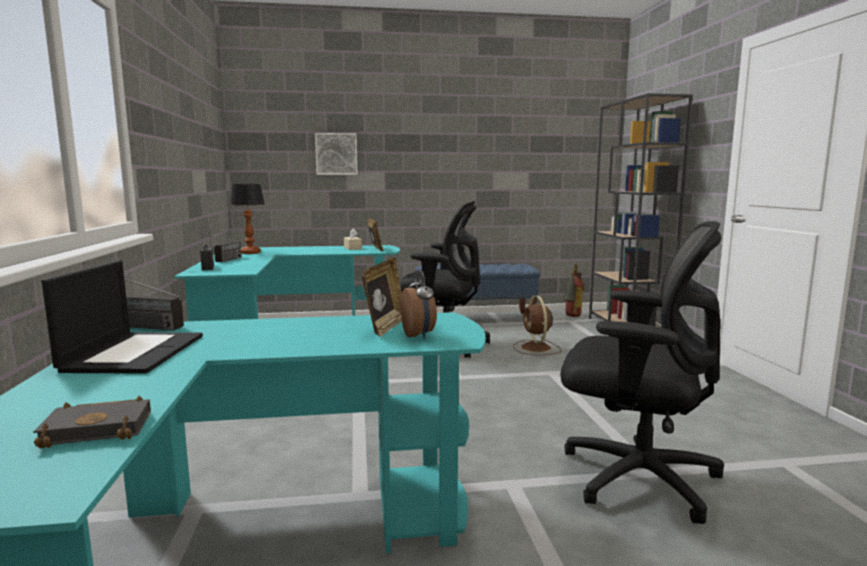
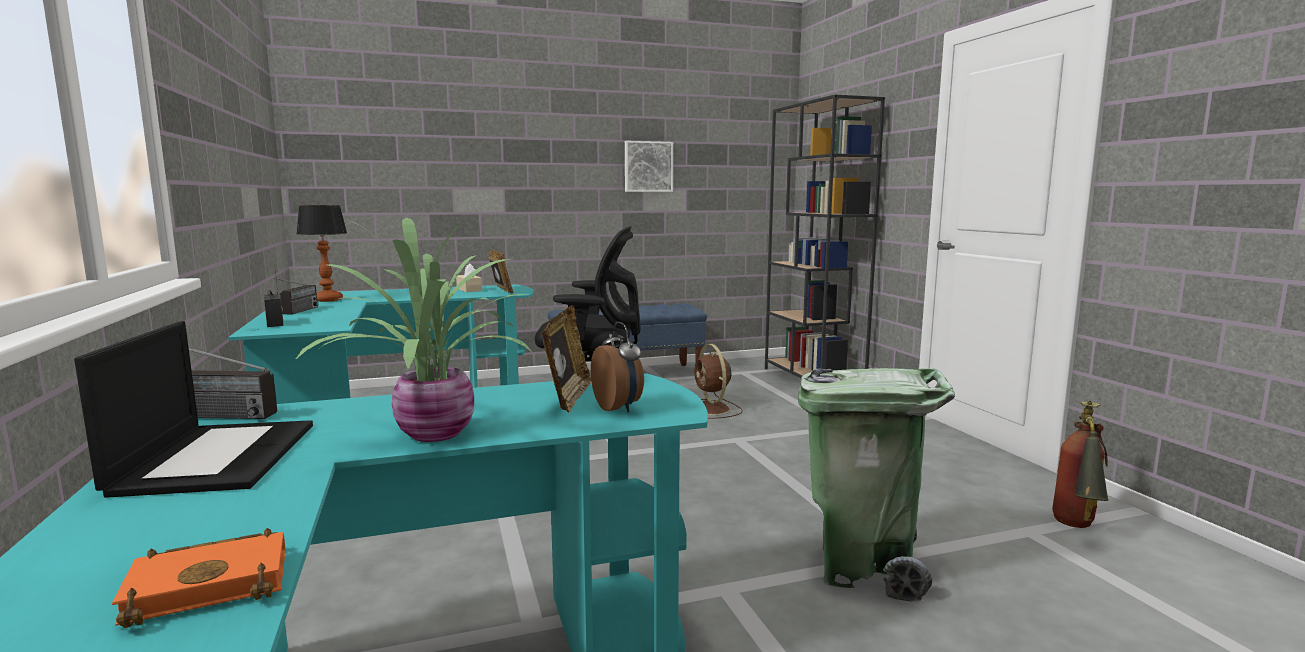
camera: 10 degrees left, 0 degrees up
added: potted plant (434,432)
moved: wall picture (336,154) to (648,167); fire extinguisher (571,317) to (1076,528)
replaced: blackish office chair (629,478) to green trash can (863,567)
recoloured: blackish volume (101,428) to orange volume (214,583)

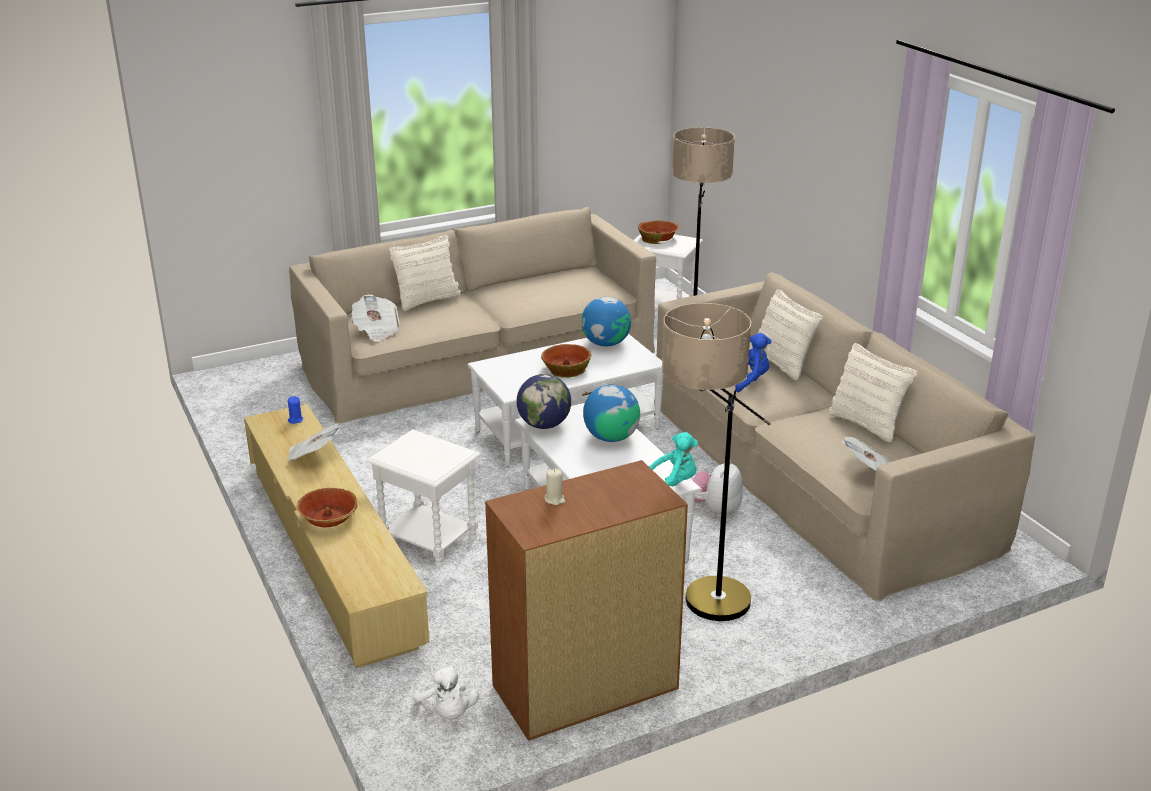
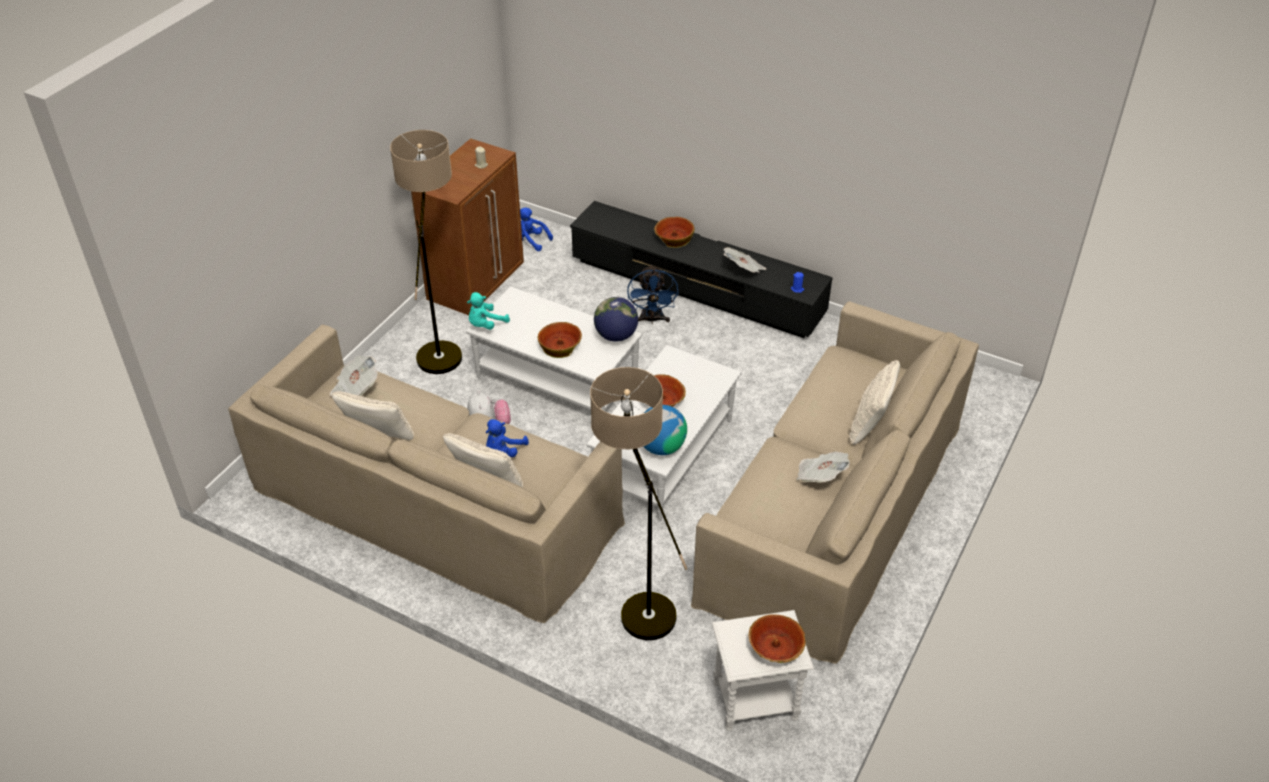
camera: 145 degrees right, 15 degrees up
moved: newspaper (376,330) to (820,476)
replaced: world globe (611,437) to deep dish (560,346); white end table (428,540) to blue-coloured cooling fan (652,320)
recoloured: white soft toy (447,714) to blue-coloured soft toy (531,241); sand-coloured tv unit (331,552) to blackish tv unit (696,288)

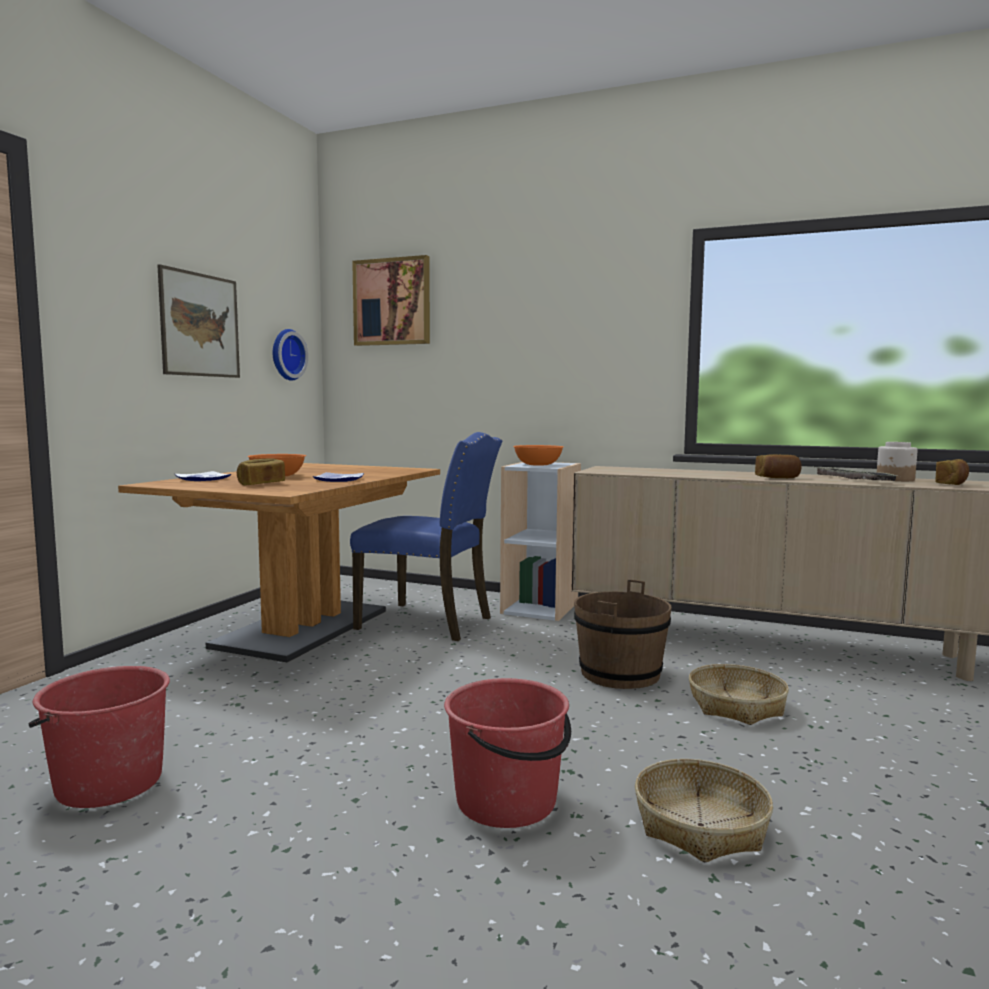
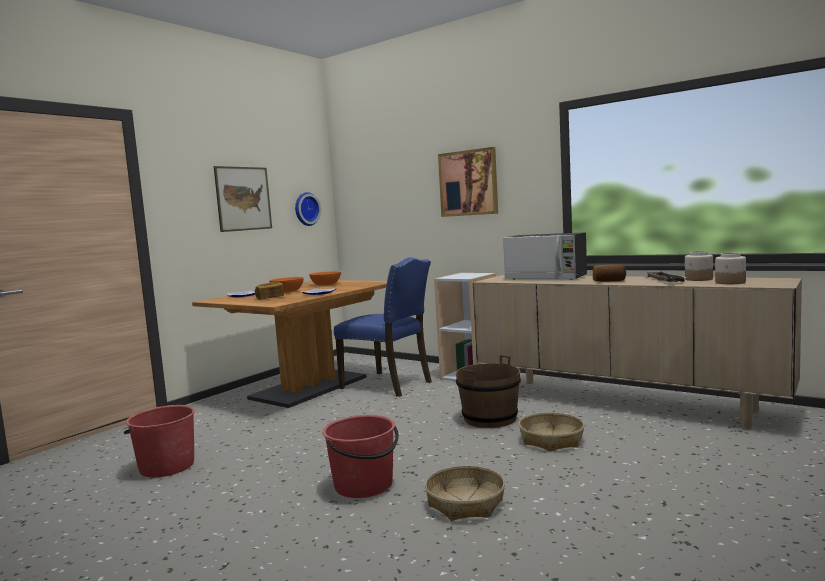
camera: 15 degrees right, 0 degrees up
added: kitchen microwave (546,278)
moved: orange deep dish (538,465) to (326,285); wall picture (392,302) to (468,183)
replaced: bread (950,484) to preserve jar (730,282)

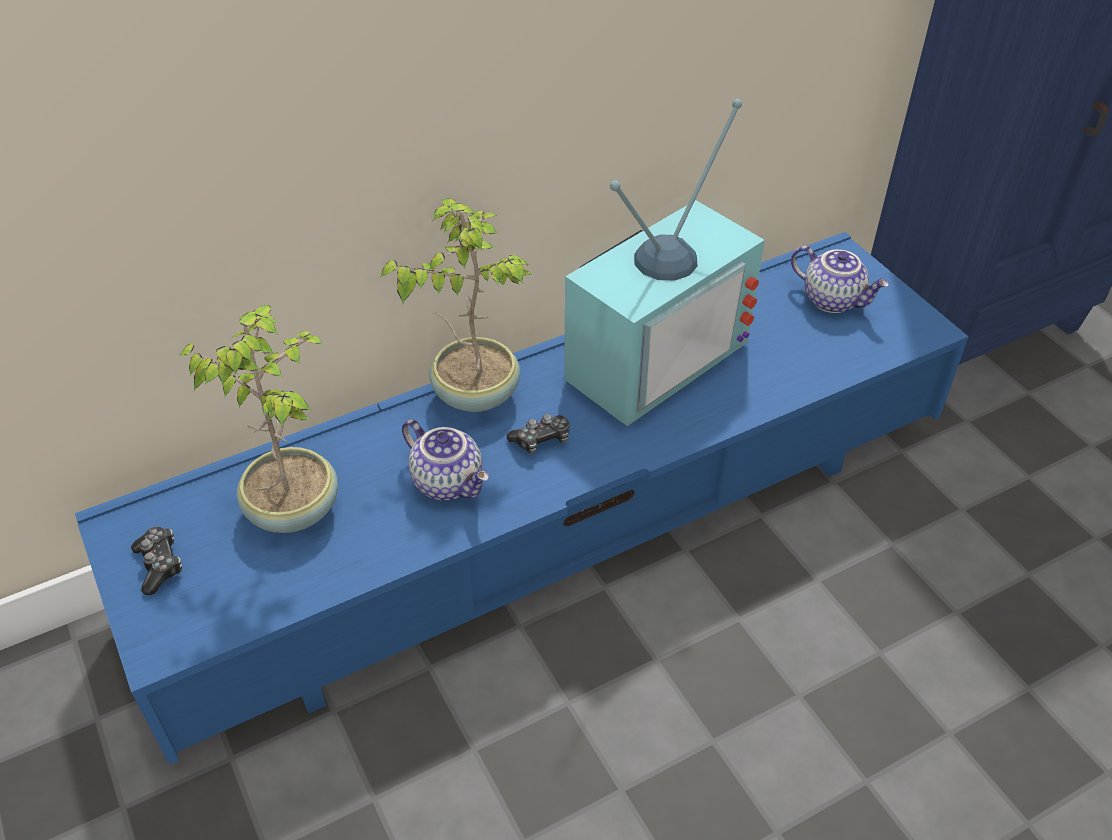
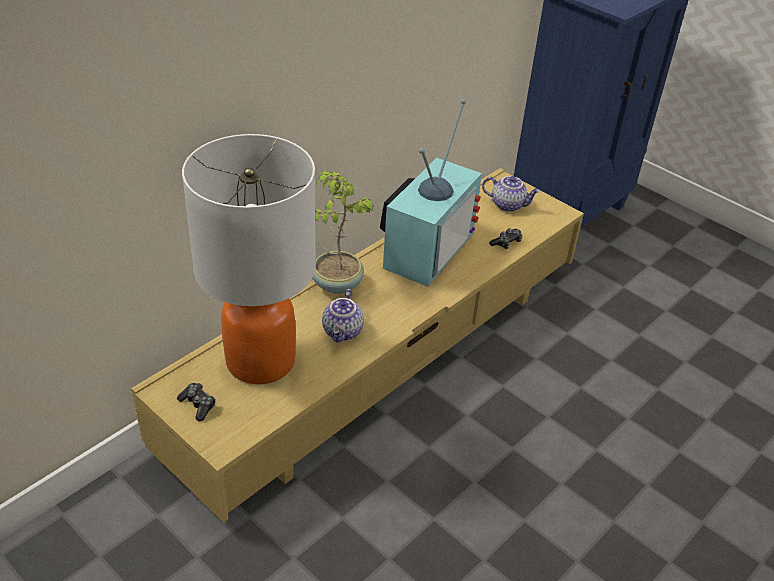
camera: 20 degrees left, 5 degrees down
moved: game controller (541,440) to (506,243)
replaced: potted plant (293,507) to tabletop lamp (261,361)
recoloured: blue-coloured tv unit (554,518) to sand-coloured tv unit (381,354)
turned: pot for tea (449,482) = (343,332) 75 degrees clockwise

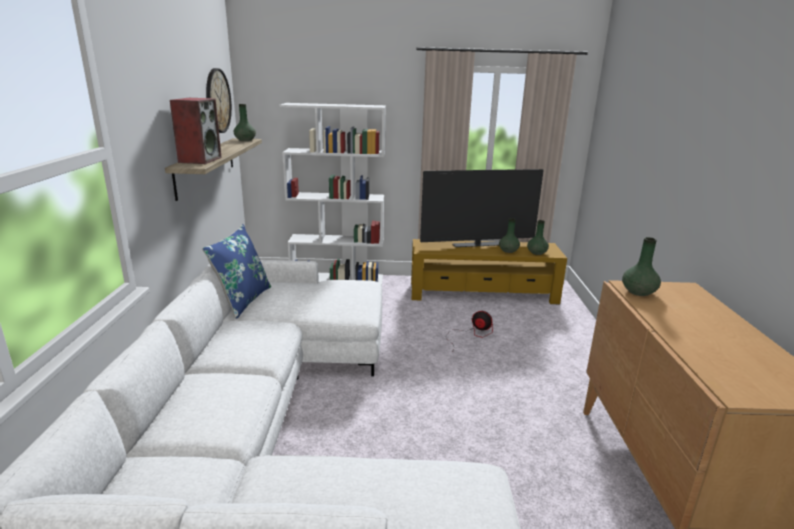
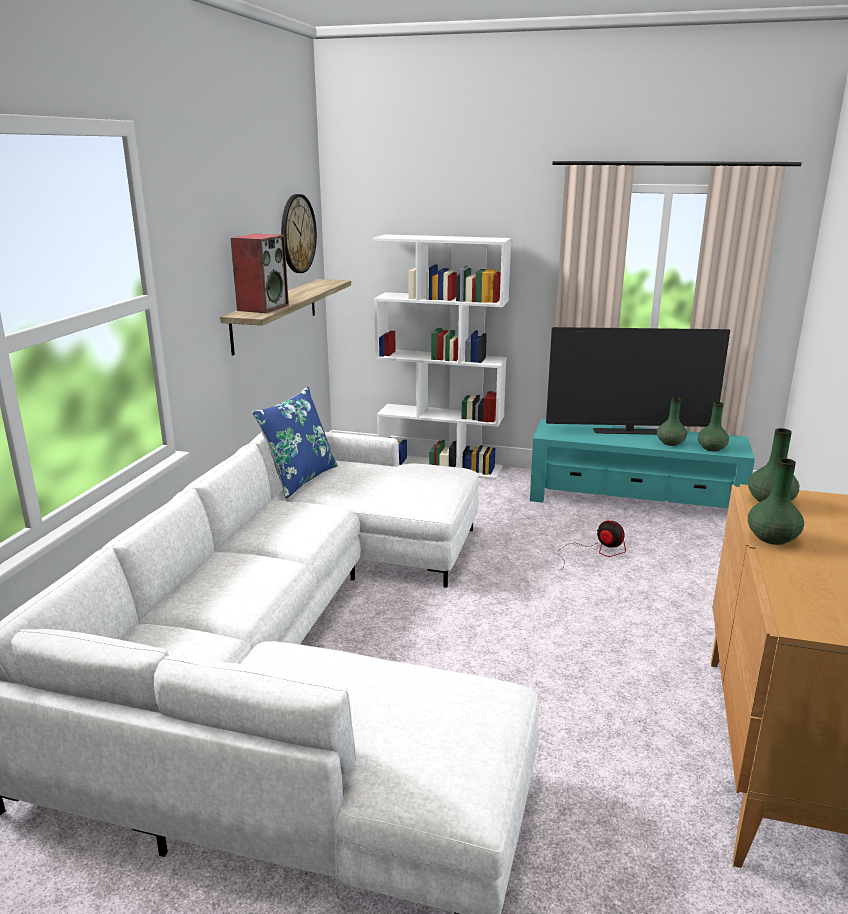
camera: 15 degrees right, 0 degrees up
moved: green flower vase (245,140) to (772,538)
recoloured: yellowish tv unit (483,292) to turquoise tv unit (634,499)

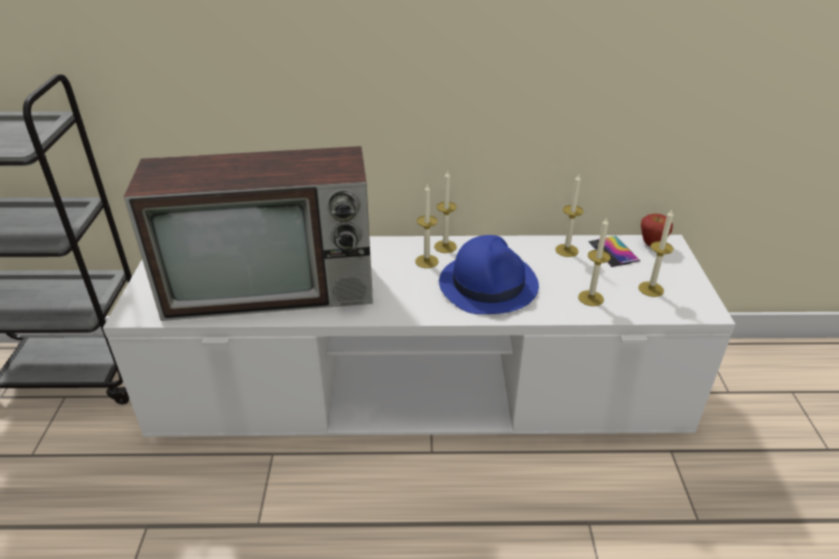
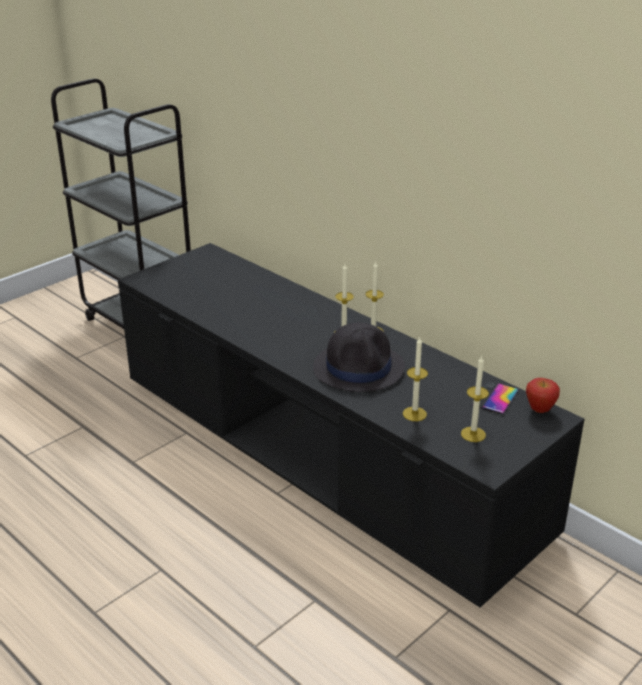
camera: 45 degrees right, 5 degrees down
removed: TV (274,288); candle (566,250)
recoloured: white tv unit (419,390) to blackish tv unit (323,454); blue-coloured hat (488,284) to blackish hat (359,368)

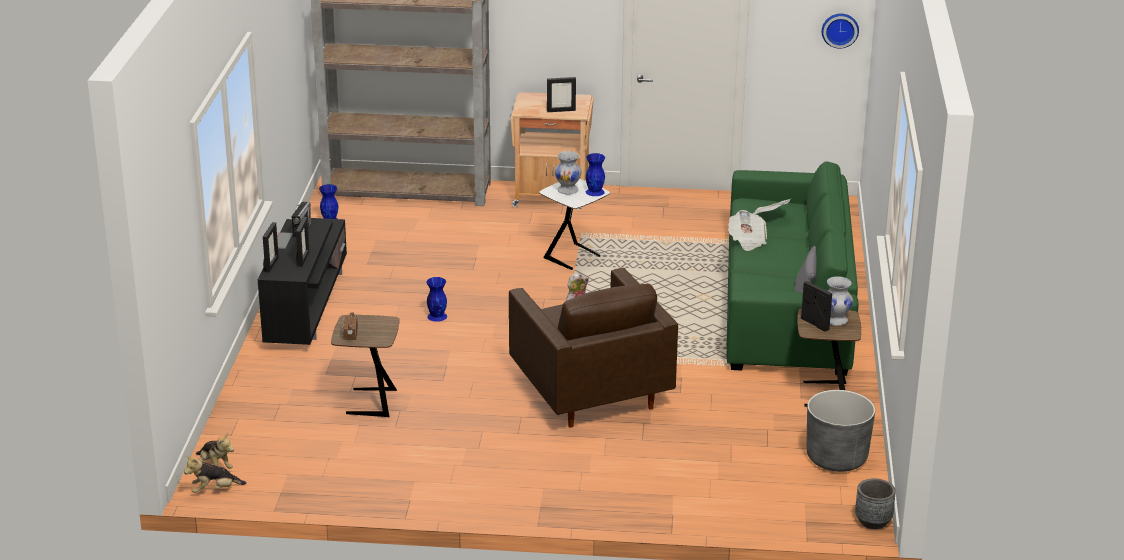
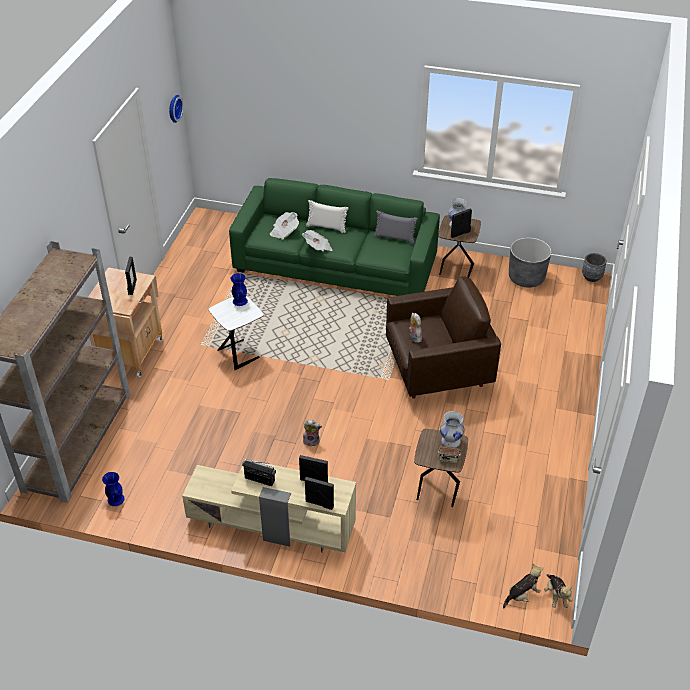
camera: 80 degrees left, 15 degrees up
added: white cushion (327,227)
moved: white flower vase (568,190) to (450,441)
replaced: blue-coloured flower vase (437,316) to soft toy (312,441)
recoloured: blackish tv unit (307,304) to sand-coloured tv unit (270,523)

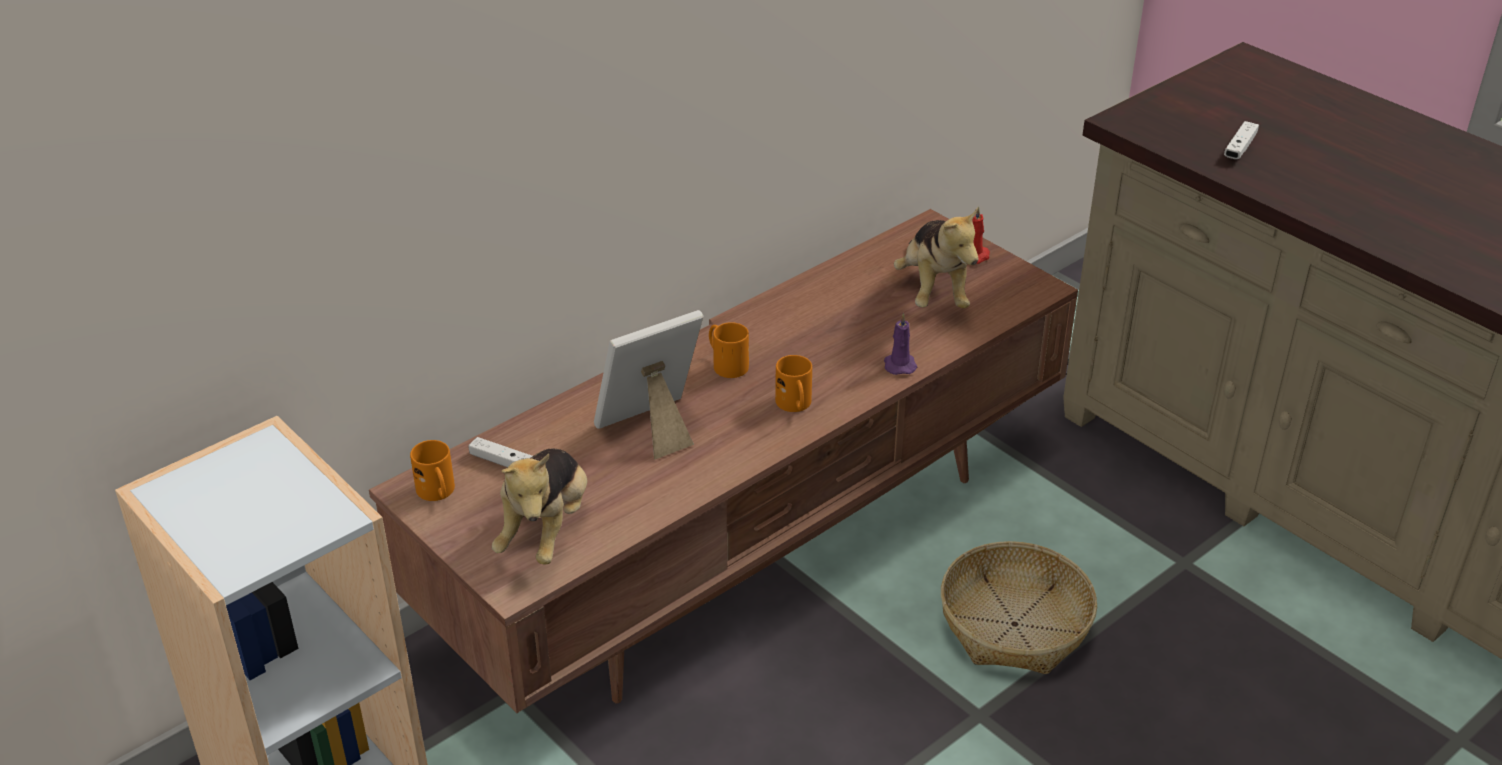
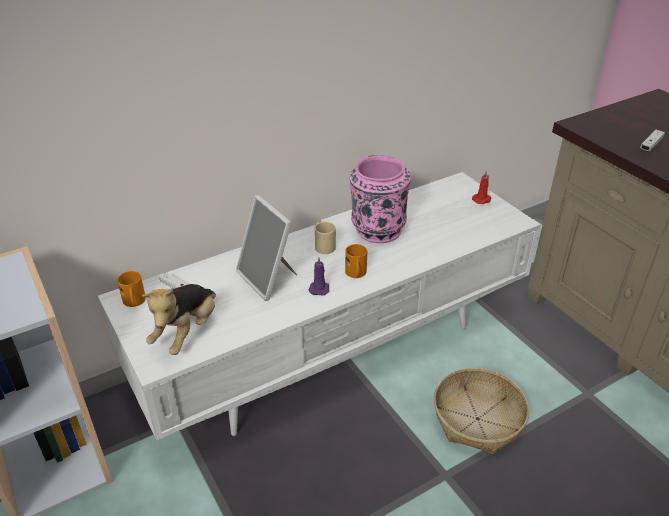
camera: 10 degrees right, 0 degrees up
removed: soft toy (934,291)
added: pink-coloured flower vase (377,230)
moved: purplish candle (899,364) to (319,288)
recoloured: brown tv unit (749,540) to white tv unit (333,347); orange coffee mug (725,364) to sand-coloured coffee mug (322,245)
turned: photo frame (652,429) = (269,279) 105 degrees counterclockwise

